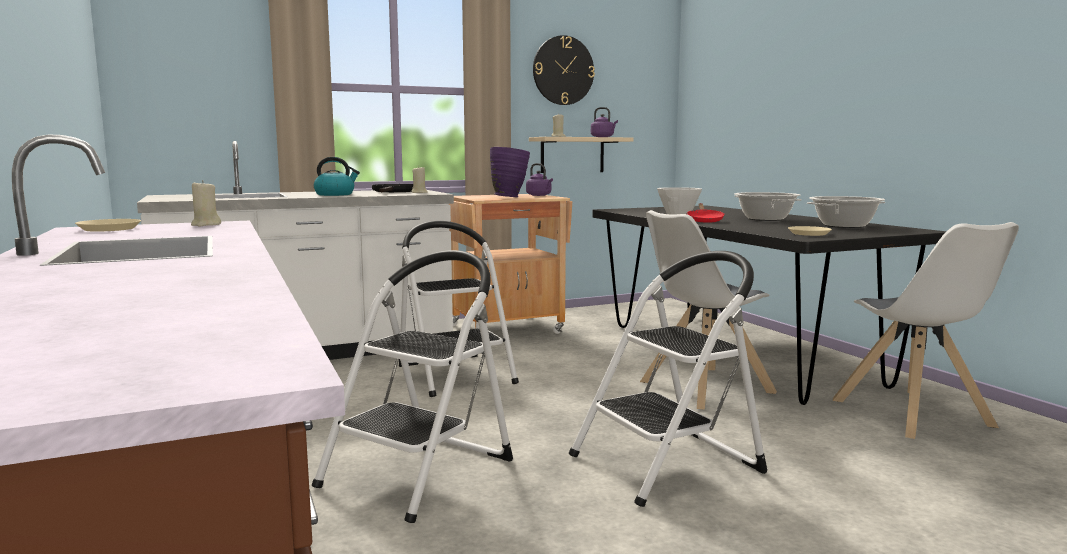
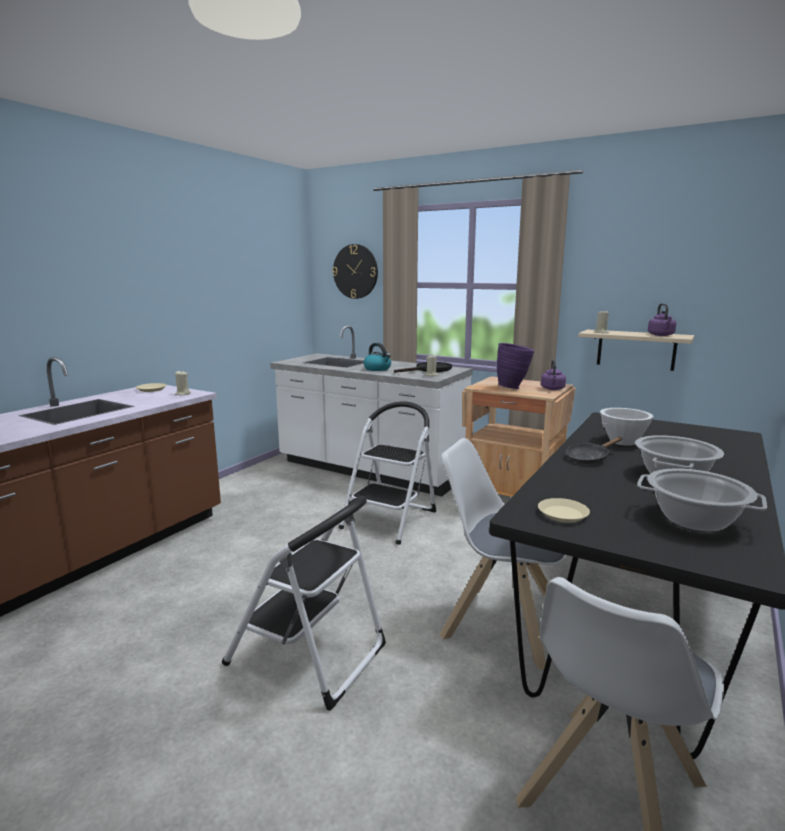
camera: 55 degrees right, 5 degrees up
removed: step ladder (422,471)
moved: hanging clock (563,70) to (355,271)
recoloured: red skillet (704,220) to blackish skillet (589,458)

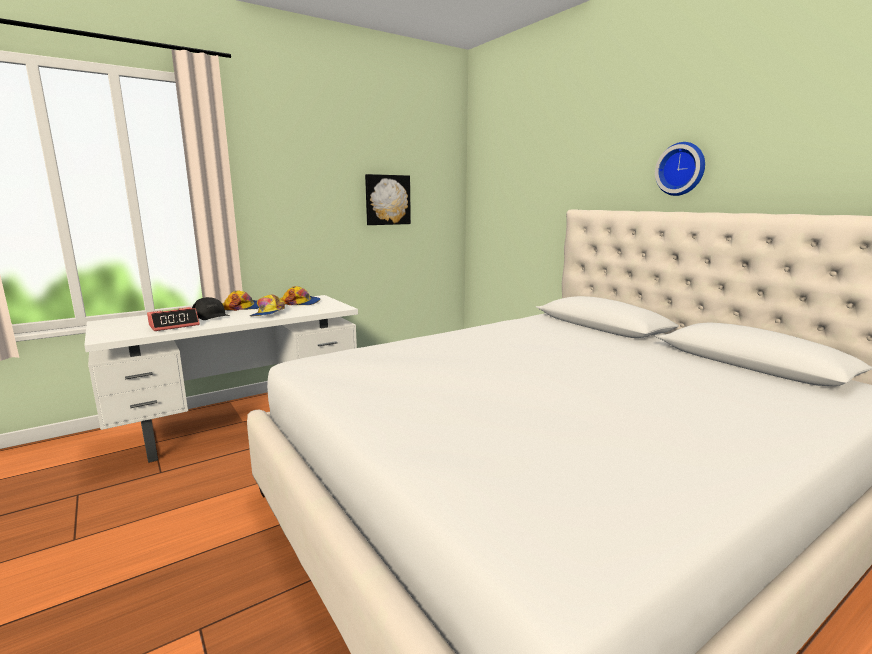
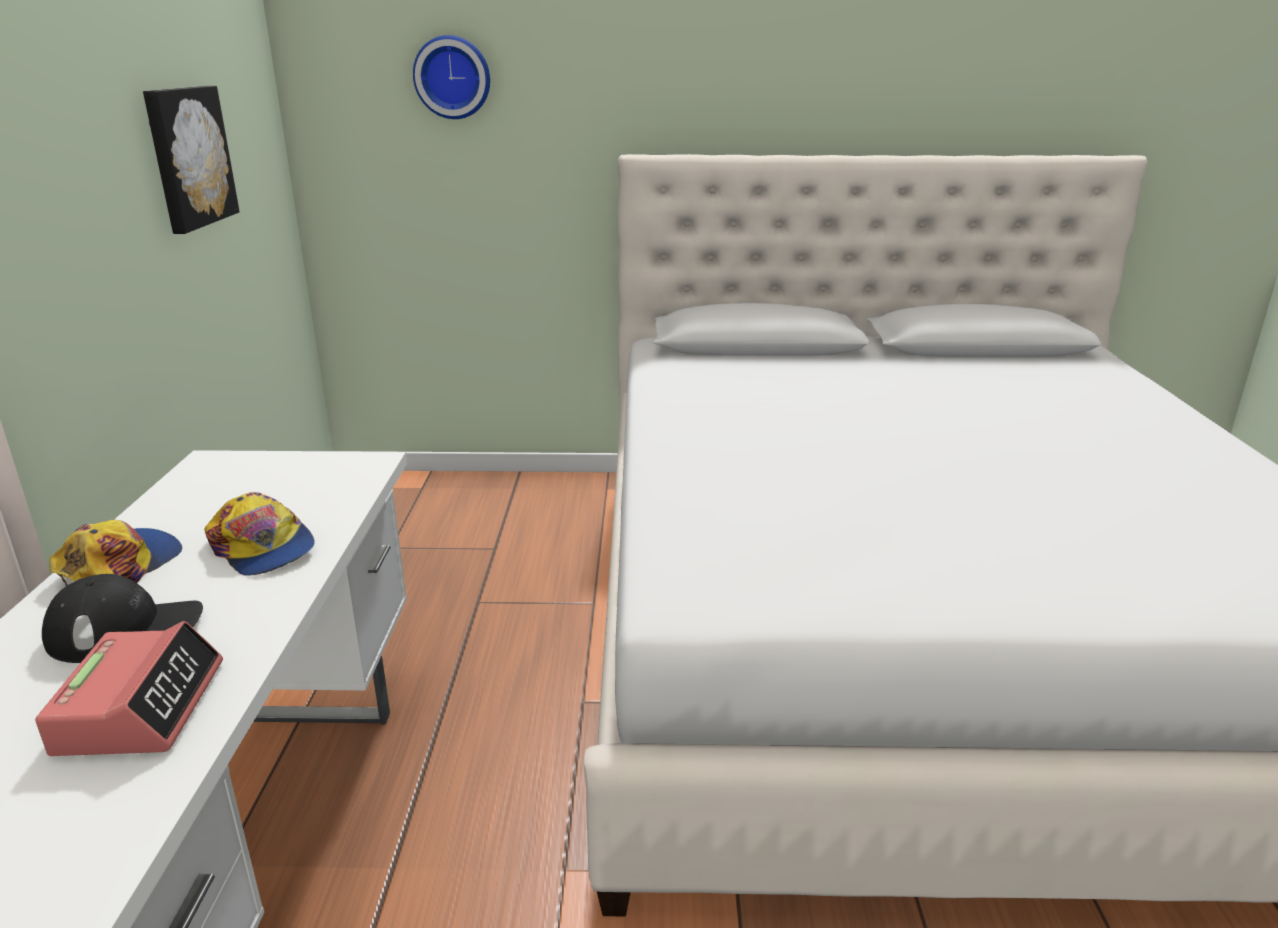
camera: 55 degrees left, 10 degrees up
removed: baseball cap (301,302)
moved: hanging clock (681,169) to (453,77)

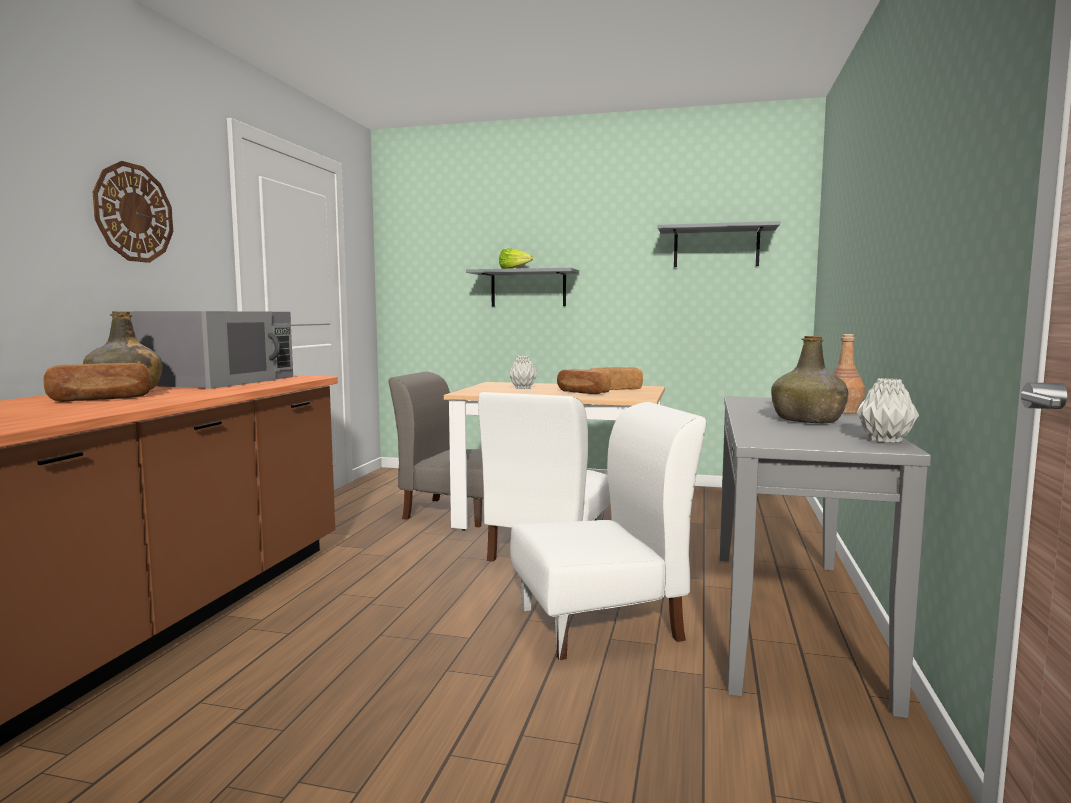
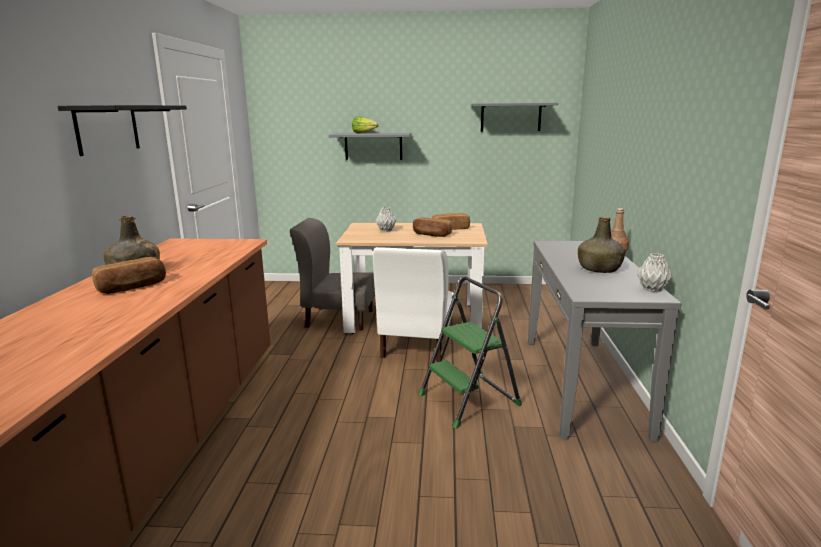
camera: 10 degrees left, 10 degrees up
removed: grey kitchen microwave (219,380)
replaced: hanging clock (133,213) to blackish shelf (107,129); white chair (601,624) to green step ladder (472,399)

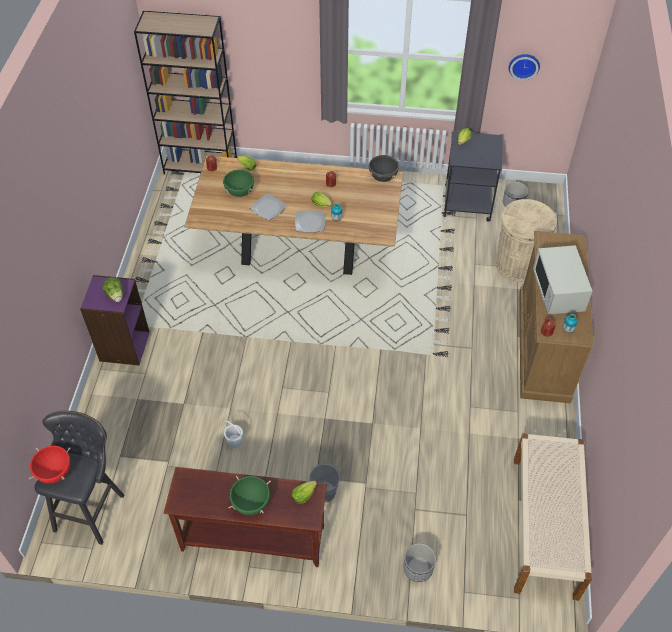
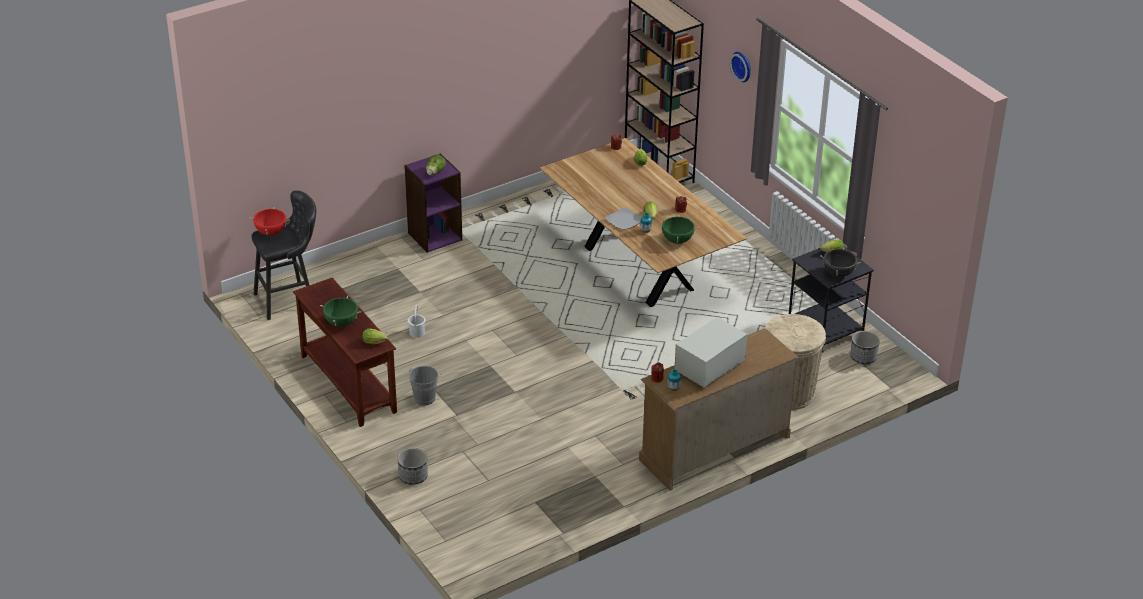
camera: 50 degrees right, 15 degrees down
removed: dinner plate (268,208); sand-coloured long seat (545,526)
moved: green stockpot (240,192) to (677,240); hanging clock (524,65) to (742,66); blackish stockpot (383,177) to (838,273)

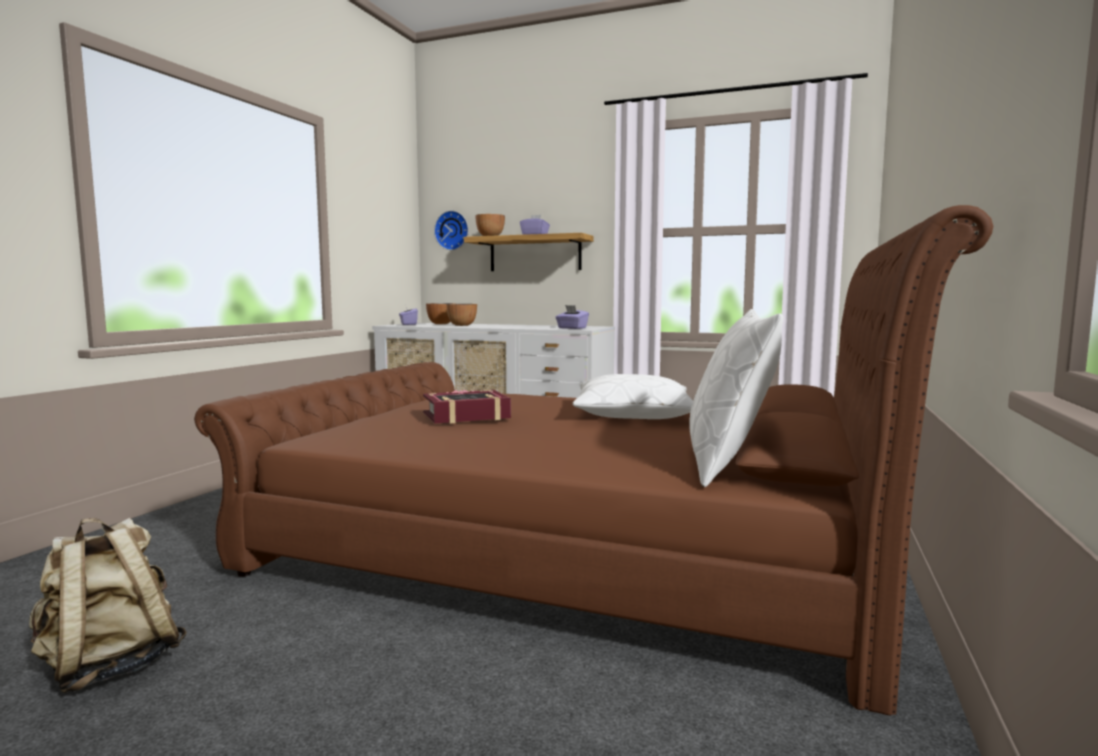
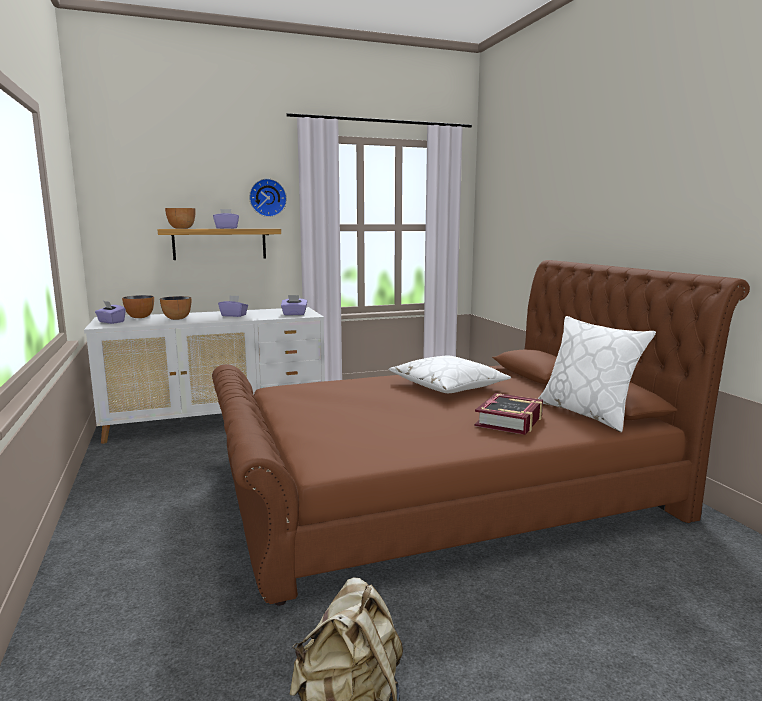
camera: 40 degrees left, 5 degrees up
added: purplish tissue box (234,315)
moved: hanging clock (452,230) to (267,198); volume (466,416) to (510,421)

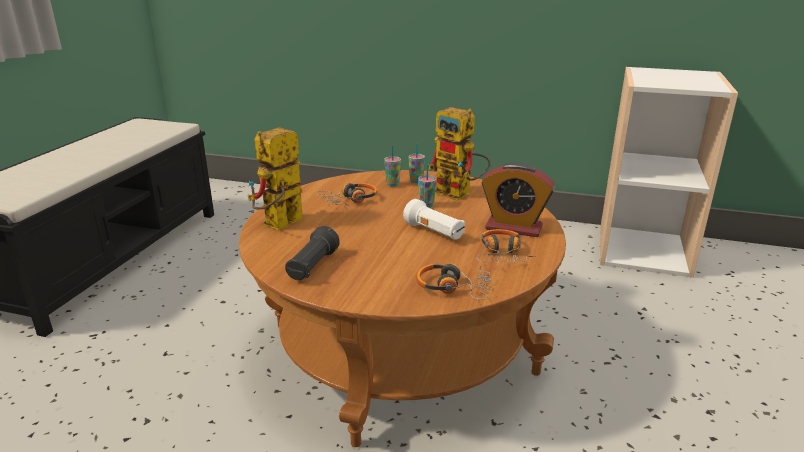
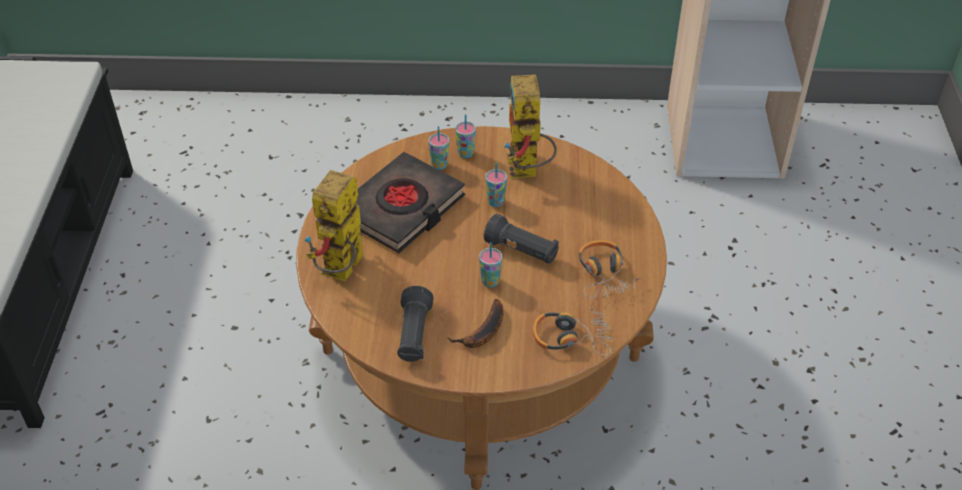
camera: 15 degrees left, 20 degrees up
removed: bedside clock (513,227)
added: banana (482,333); small cup (490,281)
replaced: headset (350,200) to blackish volume (402,208)
recoloured: white flashlight (434,232) to blackish flashlight (522,251)
turned: toy robot (460,194) = (527,171) 60 degrees clockwise

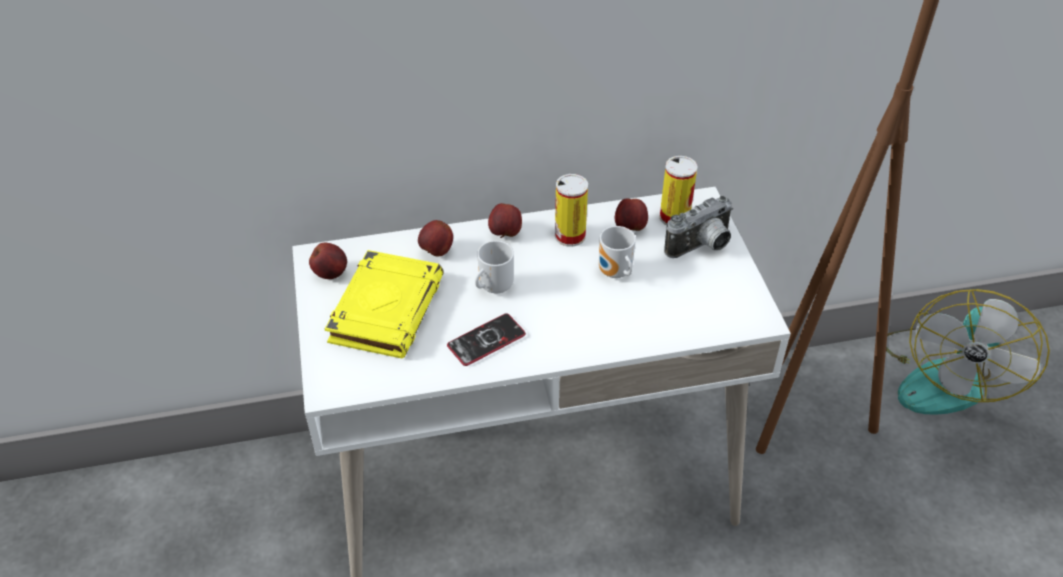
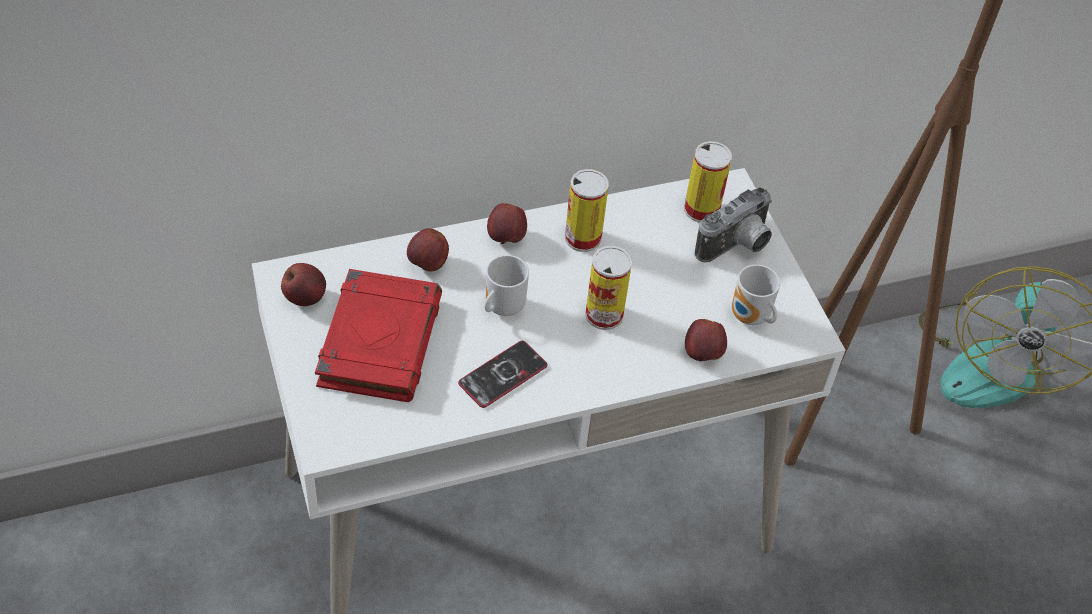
camera: 10 degrees left, 5 degrees up
added: can (604,315)
moved: apple fruit (630,228) to (703,354); coffee mug (614,274) to (750,318)
recoloured: yellowish volume (386,309) to red volume (379,340)

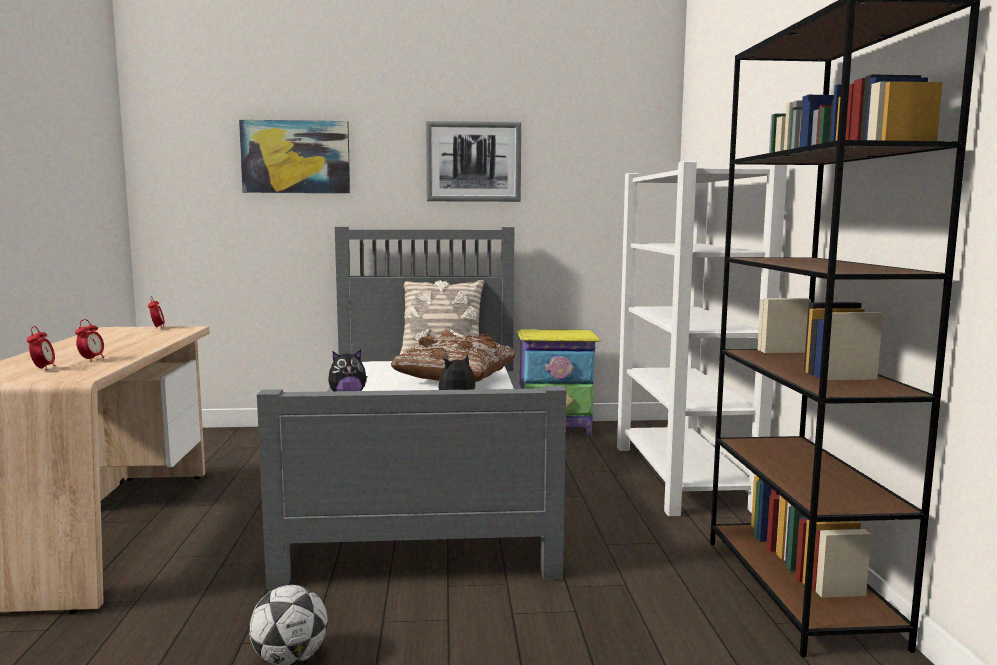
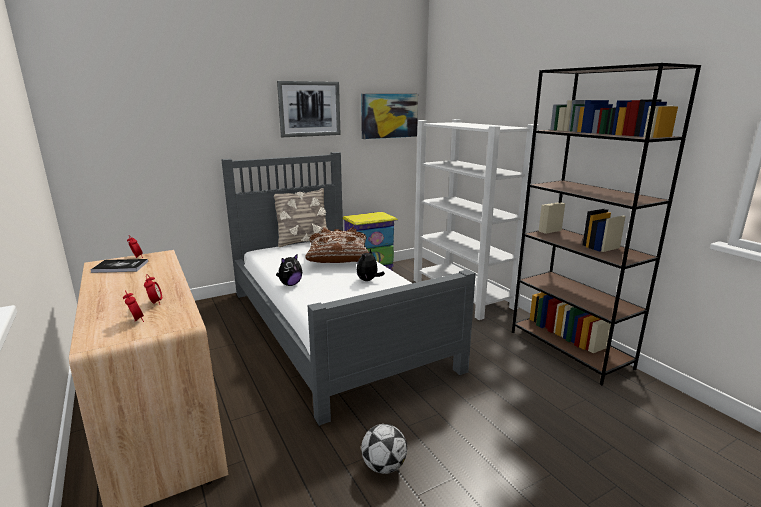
camera: 25 degrees left, 10 degrees up
added: volume (120,267)
moved: wall picture (296,157) to (389,116)

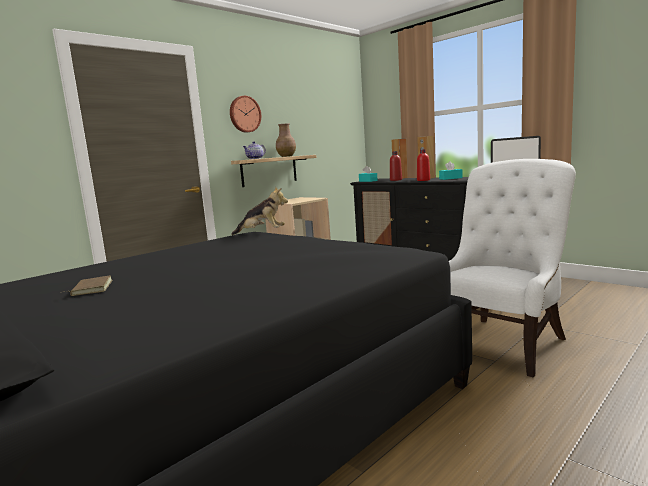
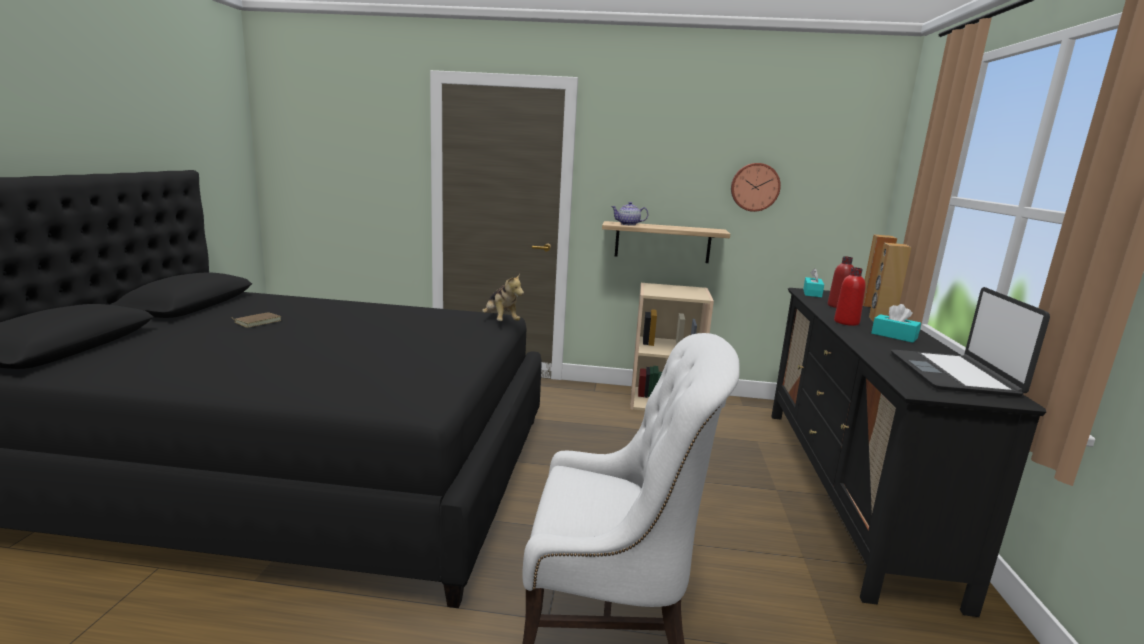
camera: 50 degrees right, 5 degrees up
removed: brown flower vase (286,156)
moved: hanging clock (244,114) to (754,187)

